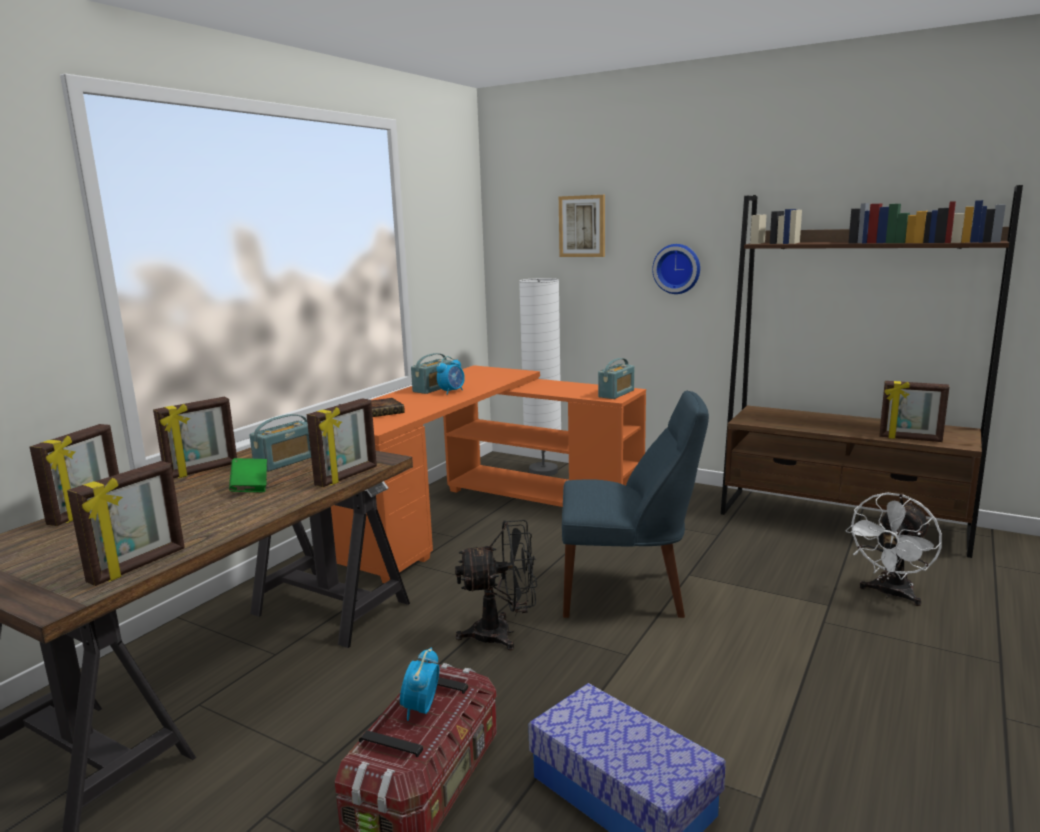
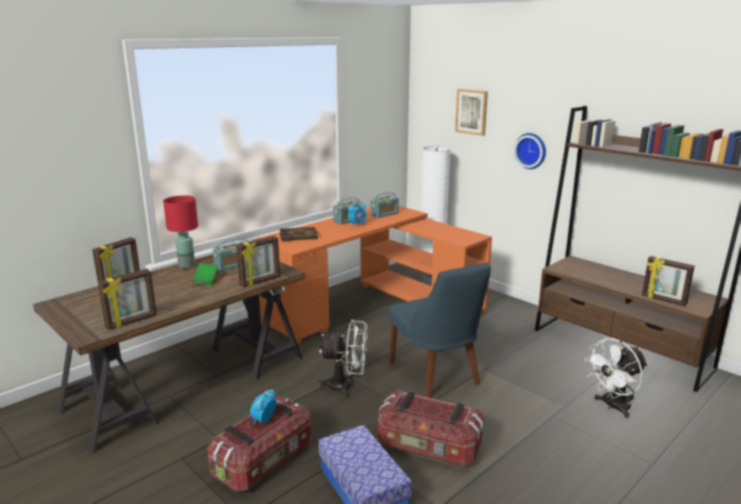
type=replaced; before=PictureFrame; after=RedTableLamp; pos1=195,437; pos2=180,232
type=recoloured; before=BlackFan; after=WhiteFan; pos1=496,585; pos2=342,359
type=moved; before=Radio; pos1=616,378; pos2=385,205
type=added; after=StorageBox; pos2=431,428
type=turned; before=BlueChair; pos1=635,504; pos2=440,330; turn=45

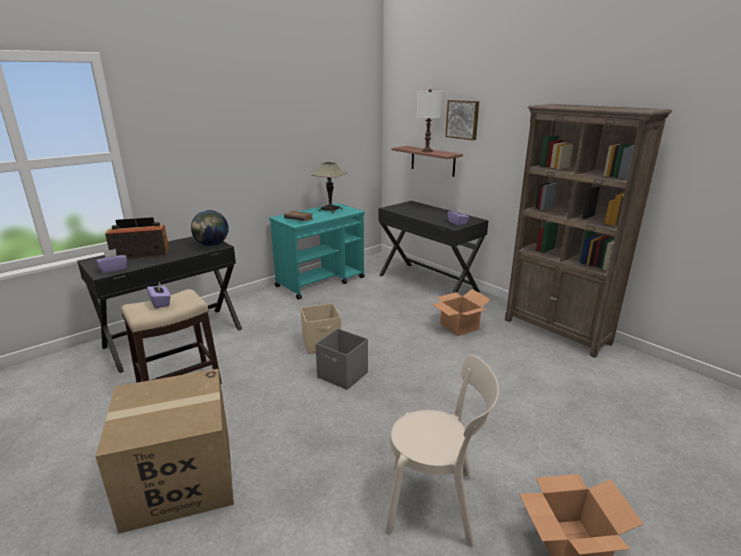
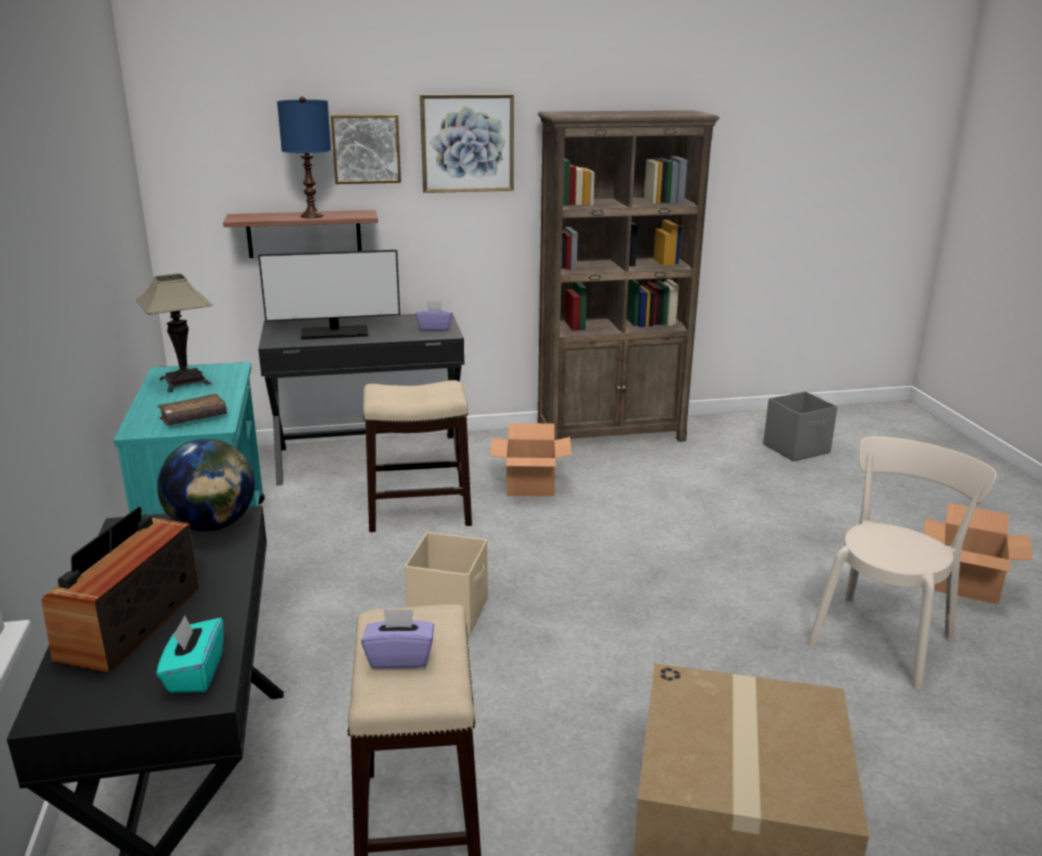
type=recoloured; before=PurpleTissueBox; after=TurquoiseTissueBox; pos1=112,261; pos2=189,654
type=added; after=Monitor; pos2=329,295
type=recoloured; before=WhiteTableLamp; after=BlueTableLamp; pos1=429,120; pos2=304,157
type=added; after=Stool; pos2=417,456
type=added; after=Picture; pos2=467,143
type=moved; before=GreyStorageBox; pos1=341,359; pos2=800,426

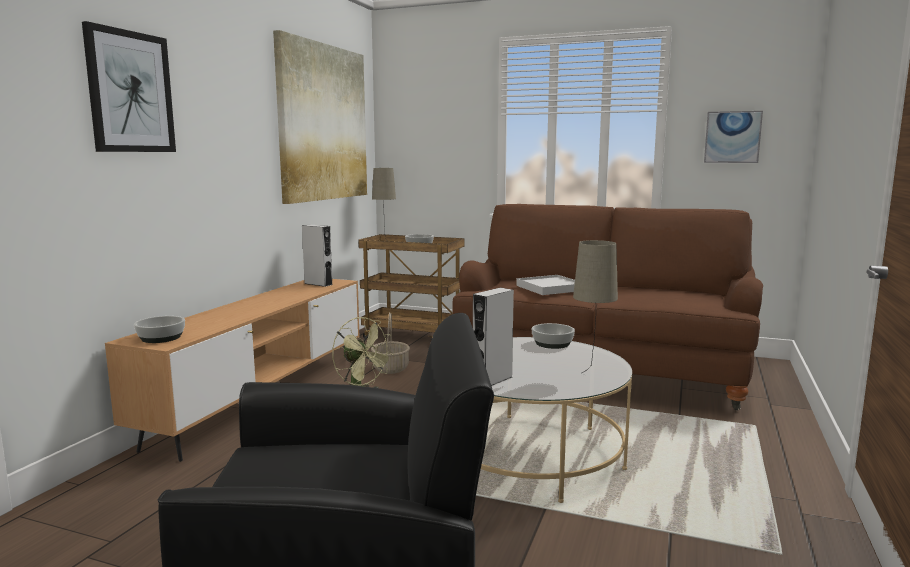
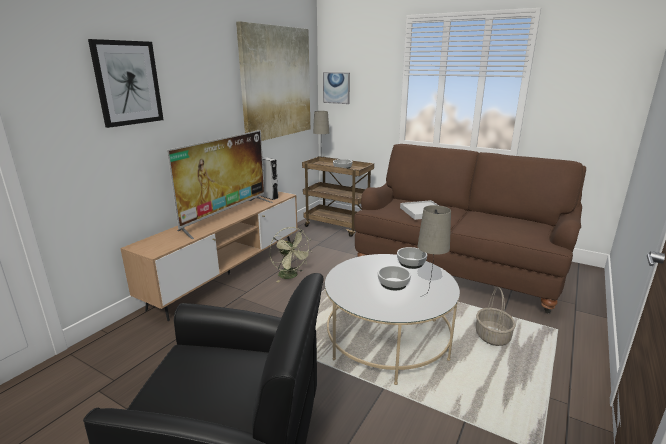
type=added; after=Television; pos2=220,184
type=moved; before=Picture; pos1=733,137; pos2=336,88
type=moved; before=Bowl; pos1=159,329; pos2=394,278
type=moved; before=Basket; pos1=390,343; pos2=496,316
type=removed; before=GreySpeaker; pos1=493,336

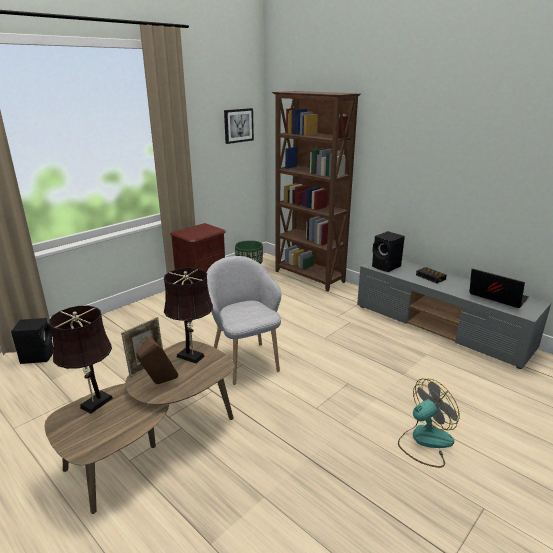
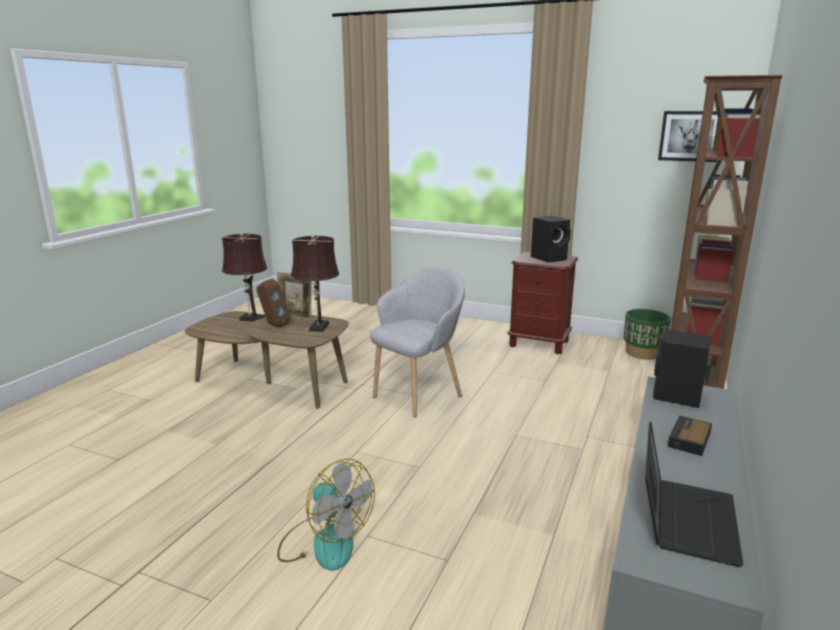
type=moved; before=BlackSpeaker; pos1=32,341; pos2=551,239

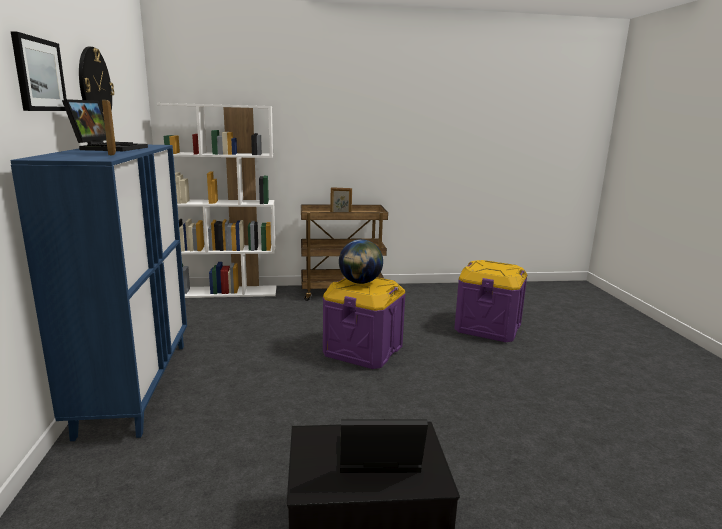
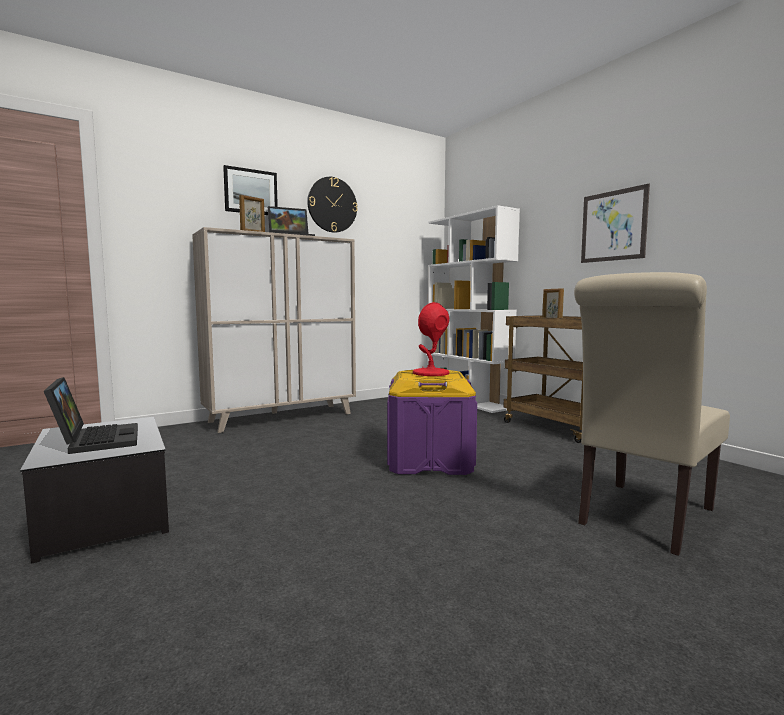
type=recoloured; before=BlueCabinet; after=BeigeCabinet; pos1=98,293; pos2=274,330
type=replaced; before=Globe; after=RedTableLamp; pos1=361,261; pos2=431,339
type=replaced; before=PurpleStorageBox; after=BeigeChair; pos1=490,301; pos2=652,414
type=added; after=Picture; pos2=615,223

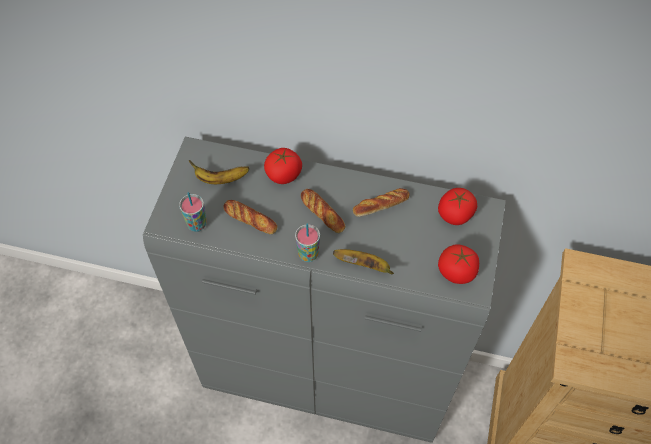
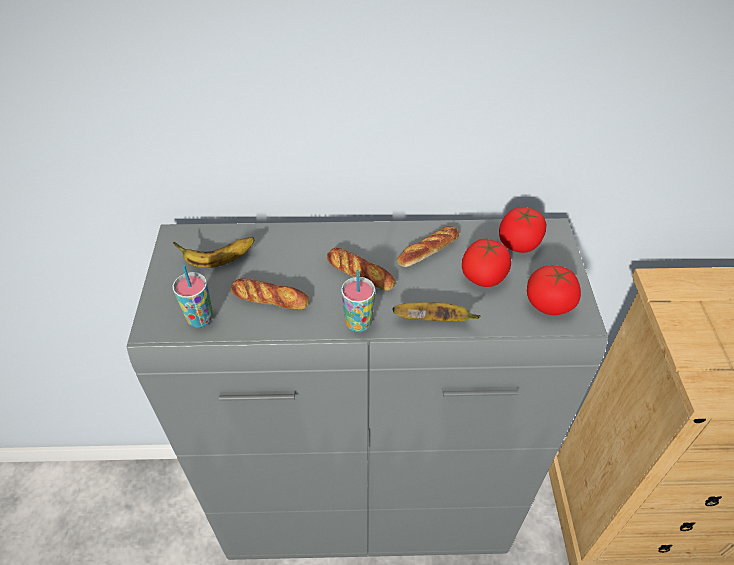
type=moved; before=Tomato; pos1=283,166; pos2=486,263

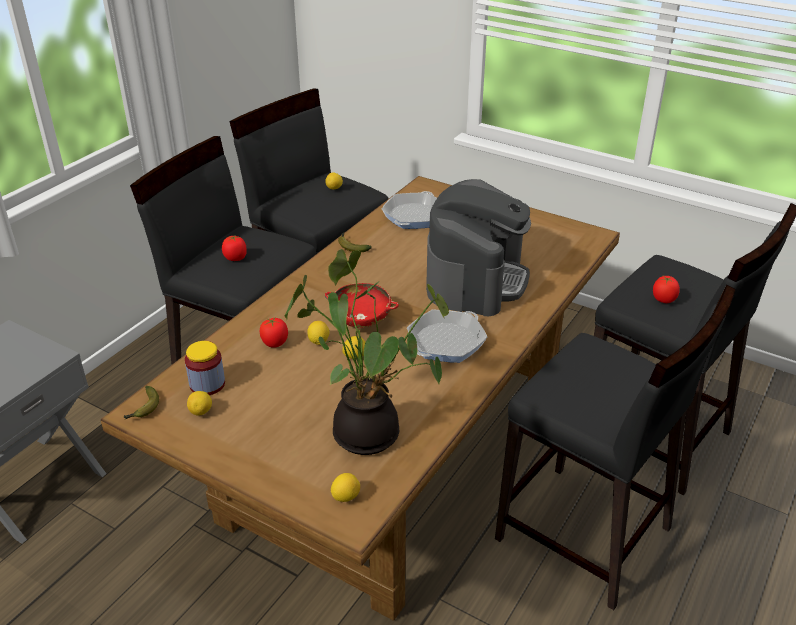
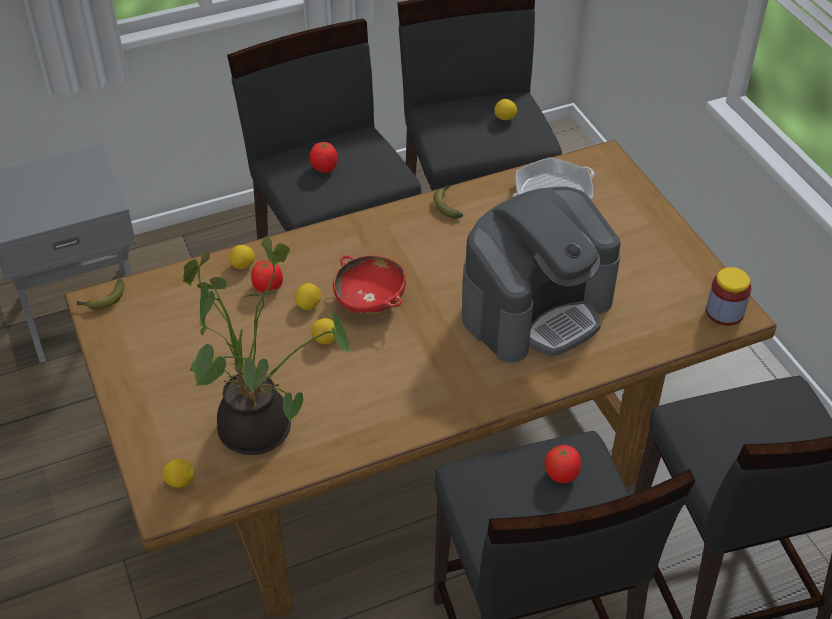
type=moved; before=Lemon; pos1=199,403; pos2=242,257
type=moved; before=Tomato; pos1=666,289; pos2=563,464
type=moved; before=Jar; pos1=205,368; pos2=728,296
type=removed; before=FryingPan; pos1=447,336

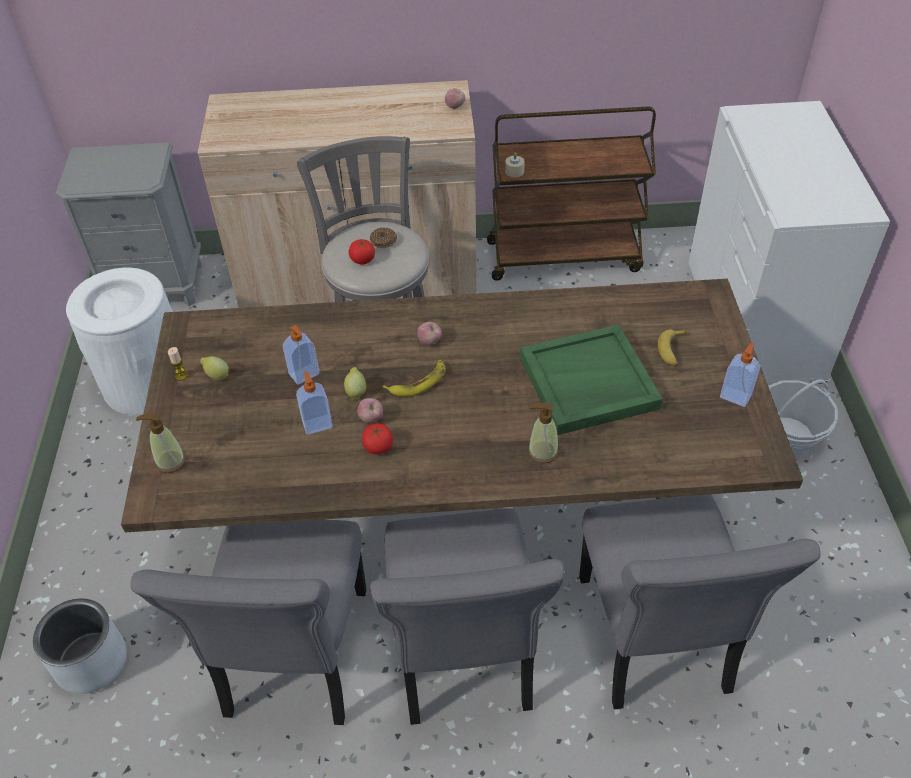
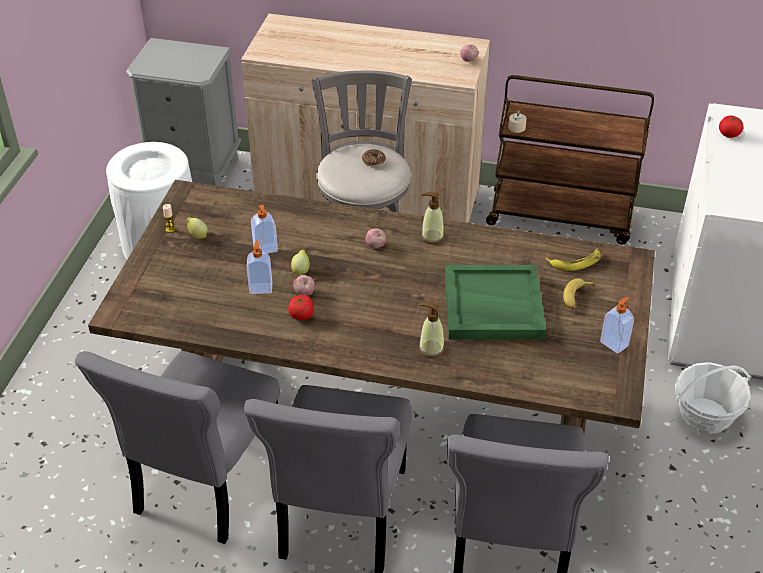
type=moved; before=SoapDispenser; pos1=161,443; pos2=432,218
type=moved; before=Banana; pos1=414,378; pos2=573,260
type=moved; before=Tomato; pos1=362,252; pos2=731,127
type=removed; before=GreyPlanter; pos1=80,646

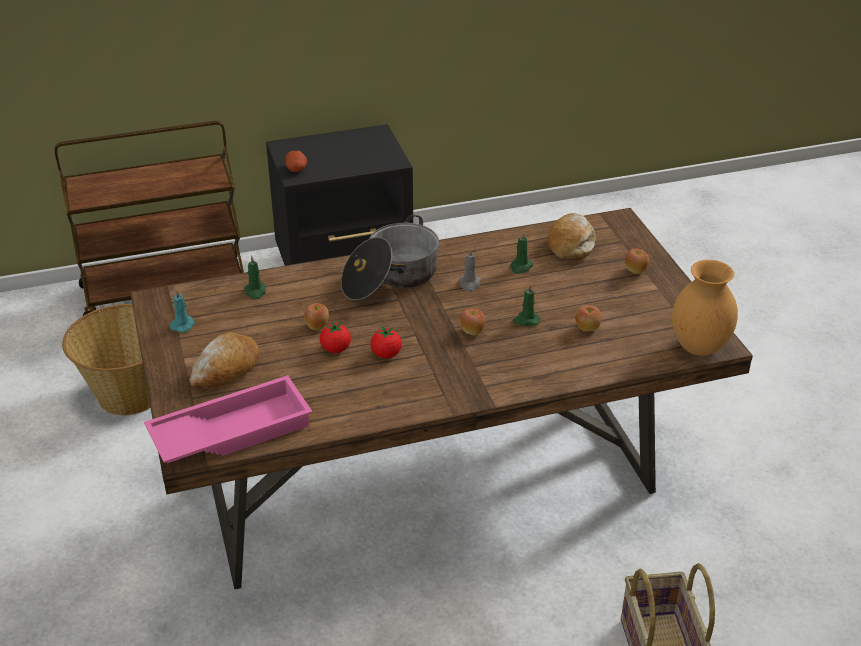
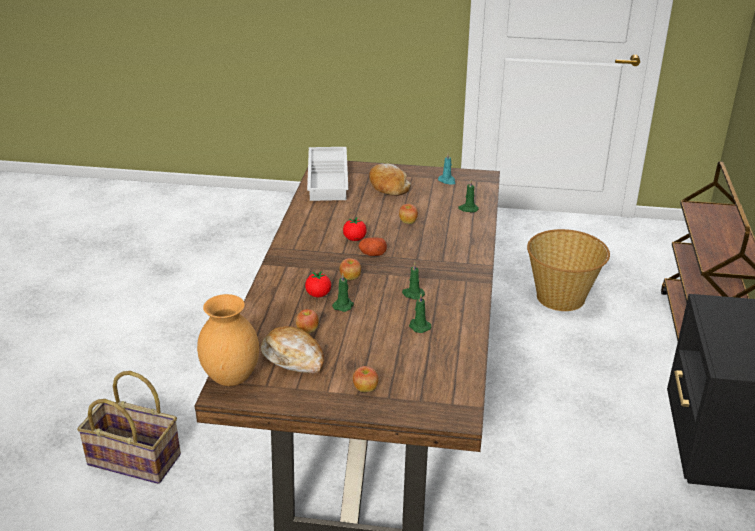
type=moved; before=Bread; pos1=571,237; pos2=292,349
type=moved; before=Tomato; pos1=335,337; pos2=318,284
type=recoloured; before=PinkTray; after=WhiteTray; pos1=228,419; pos2=327,174
type=moved; before=Potato; pos1=296,161; pos2=373,246
type=recoloured; before=GreyCandle; after=GreenCandle; pos1=470,270; pos2=413,281
type=removed; before=CookingPot; pos1=390,257

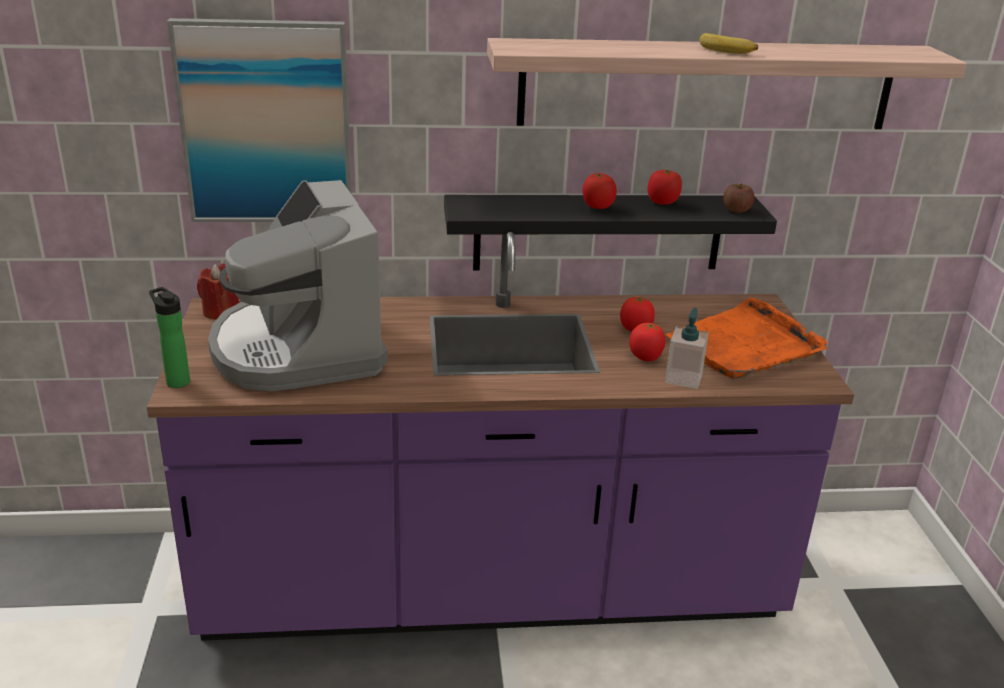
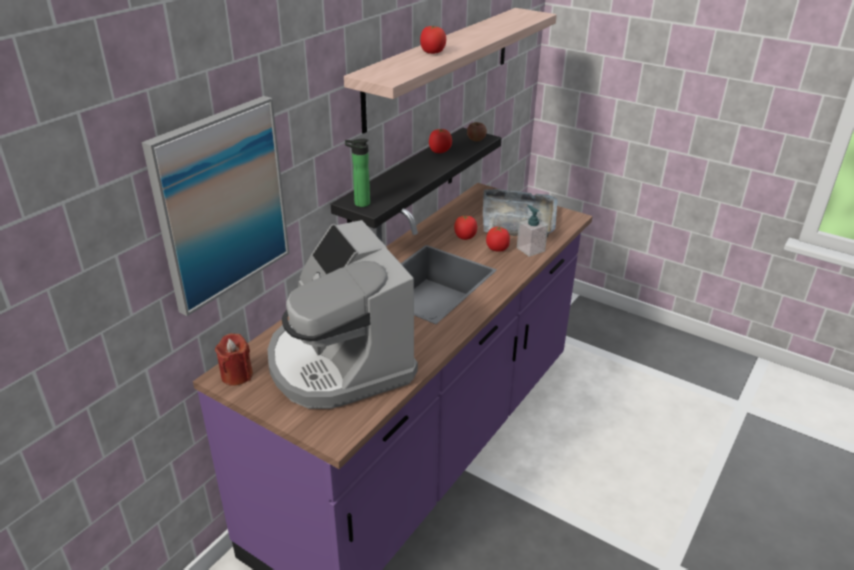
type=turned; before=CoffeeMachine; pos1=298,285; pos2=342,314; turn=45
type=moved; before=Bottle; pos1=169,337; pos2=357,172
type=moved; before=Tomato; pos1=600,191; pos2=433,40
type=recoloured; before=OrangeTray; after=GreyTray; pos1=746,338; pos2=520,213
type=removed; before=Banana; pos1=728,43

